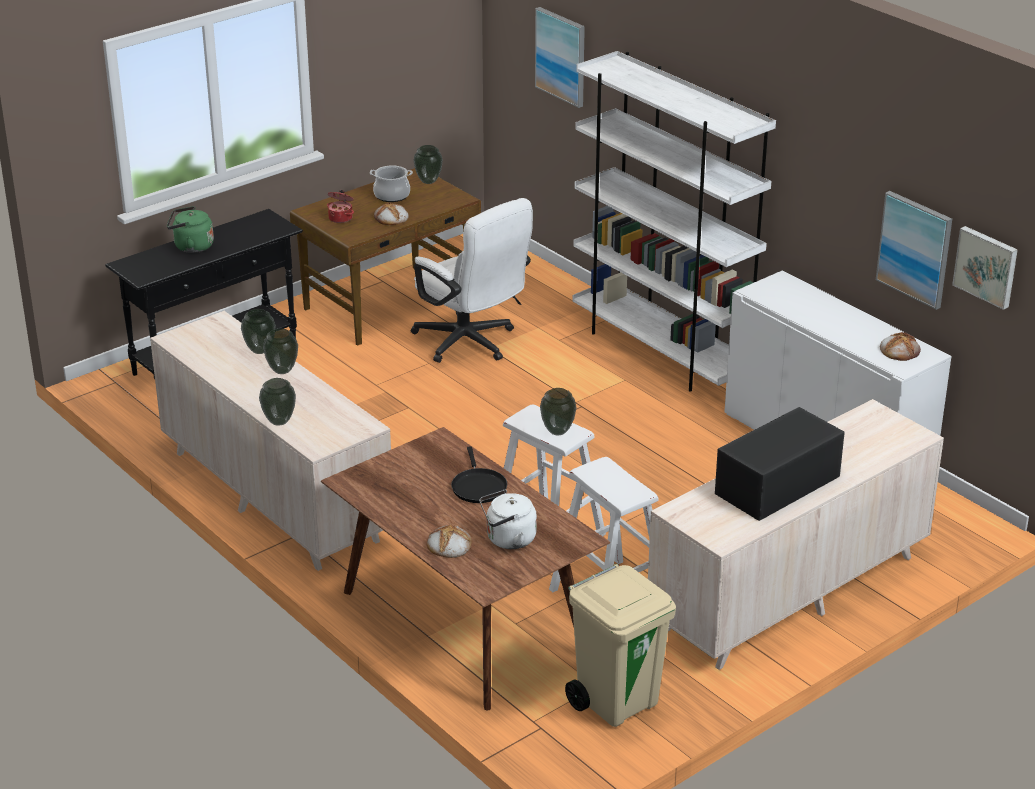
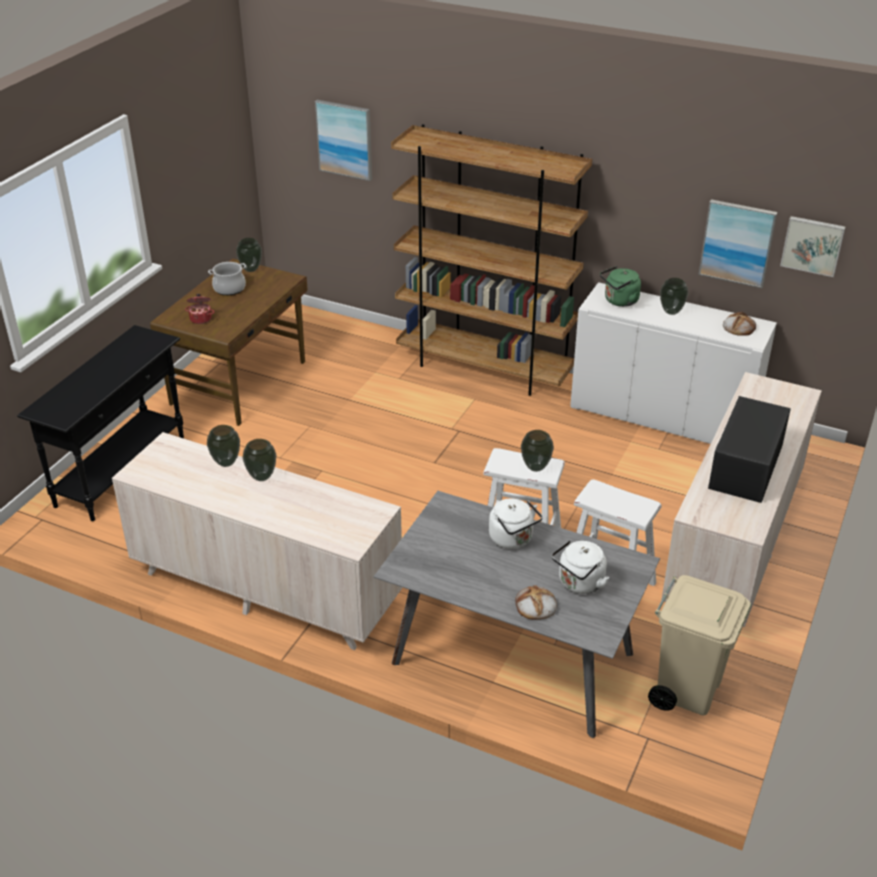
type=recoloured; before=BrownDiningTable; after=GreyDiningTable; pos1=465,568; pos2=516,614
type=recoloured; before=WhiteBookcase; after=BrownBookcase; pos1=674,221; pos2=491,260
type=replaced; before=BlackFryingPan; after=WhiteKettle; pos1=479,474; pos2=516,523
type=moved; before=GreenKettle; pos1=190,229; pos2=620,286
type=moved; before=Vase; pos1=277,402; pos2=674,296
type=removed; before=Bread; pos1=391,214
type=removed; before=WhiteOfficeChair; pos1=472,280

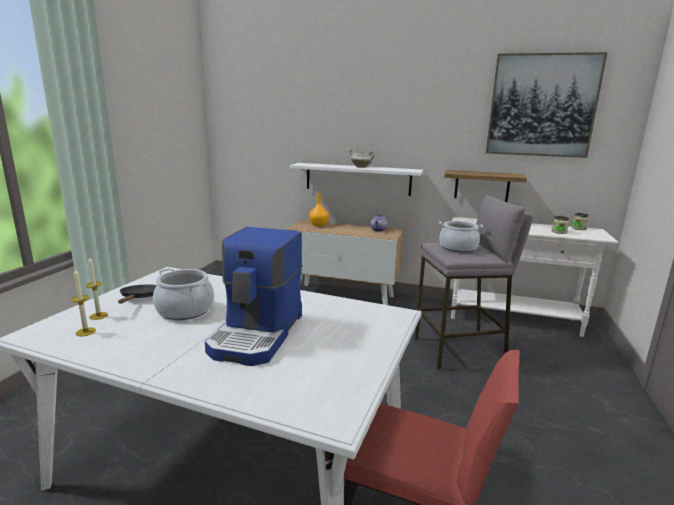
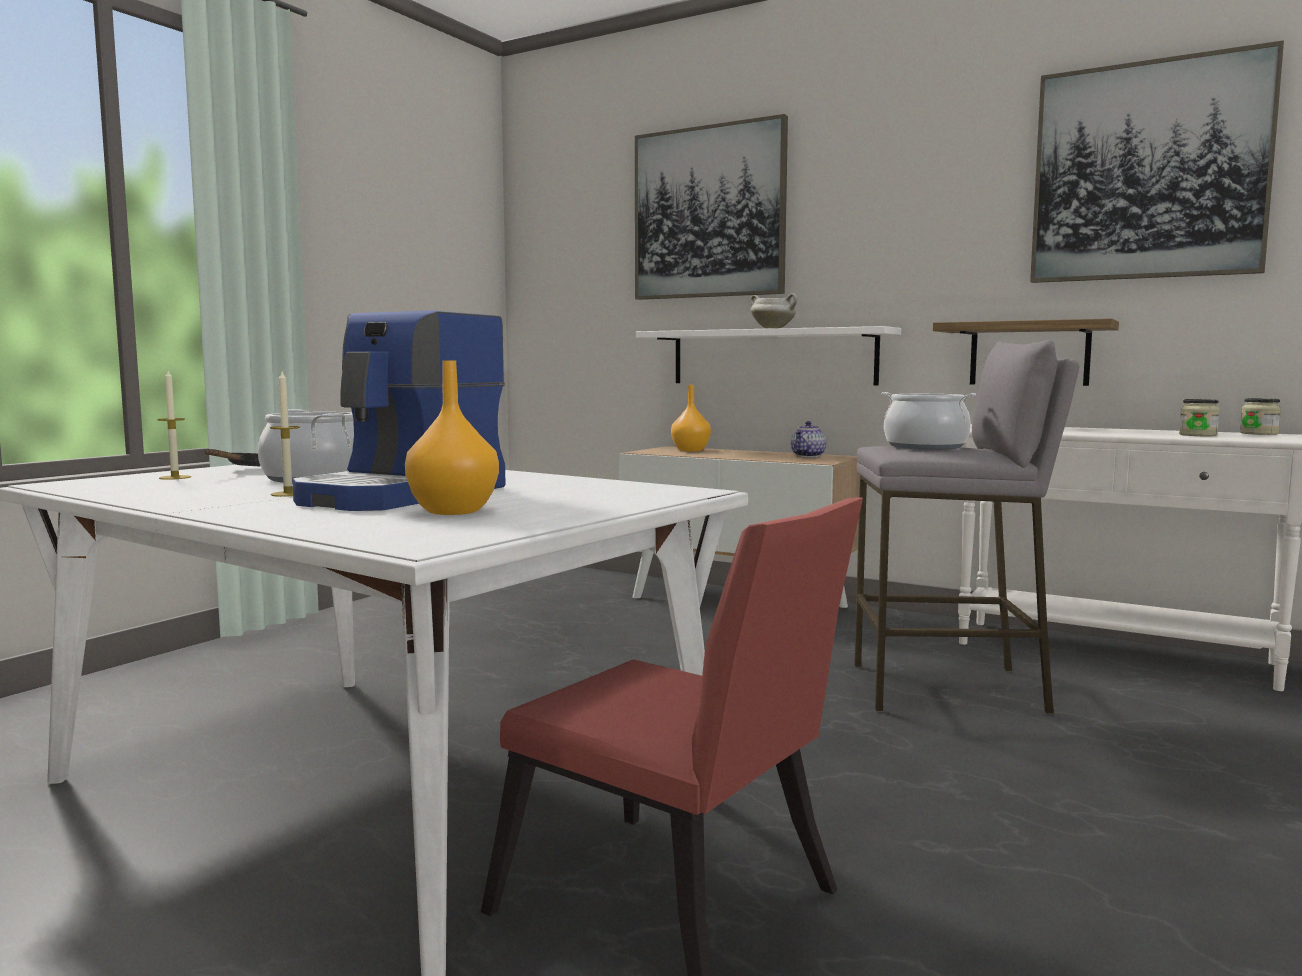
type=moved; before=Candle; pos1=83,302; pos2=285,434
type=added; after=OrangeVase; pos2=452,437
type=added; after=Picture; pos2=711,207

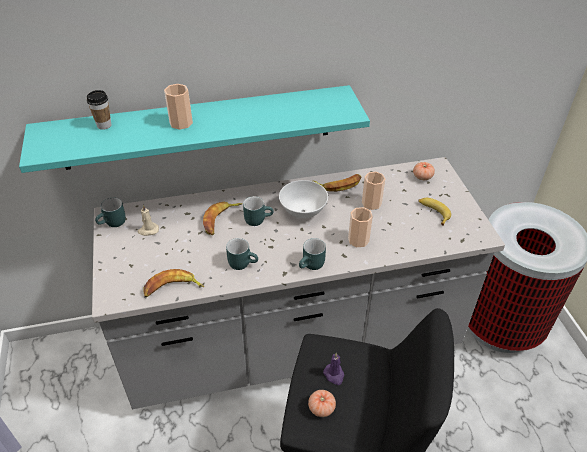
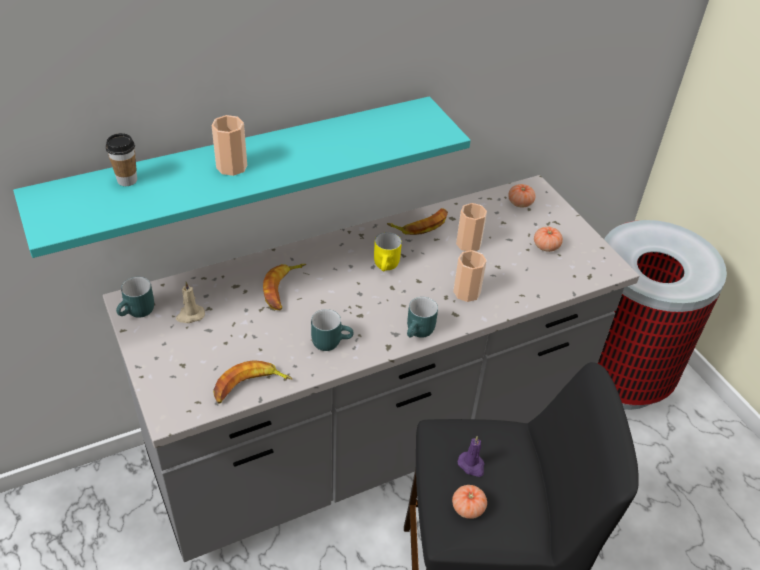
type=replaced; before=WhiteBowl; after=YellowMug; pos1=303,199; pos2=388,251
type=replaced; before=Banana; after=Tomato; pos1=435,212; pos2=548,239
type=removed; before=TurquoiseMug; pos1=258,211

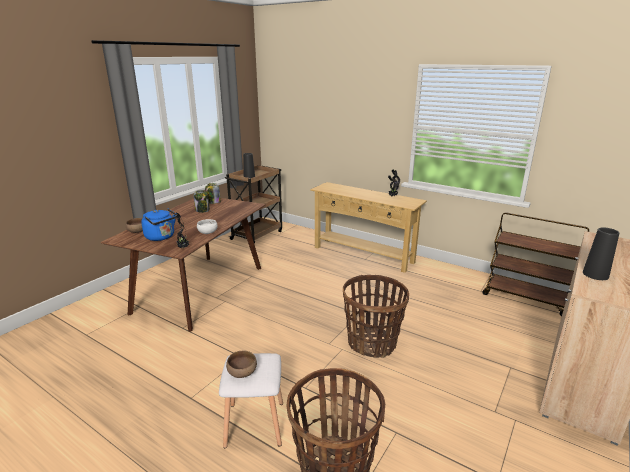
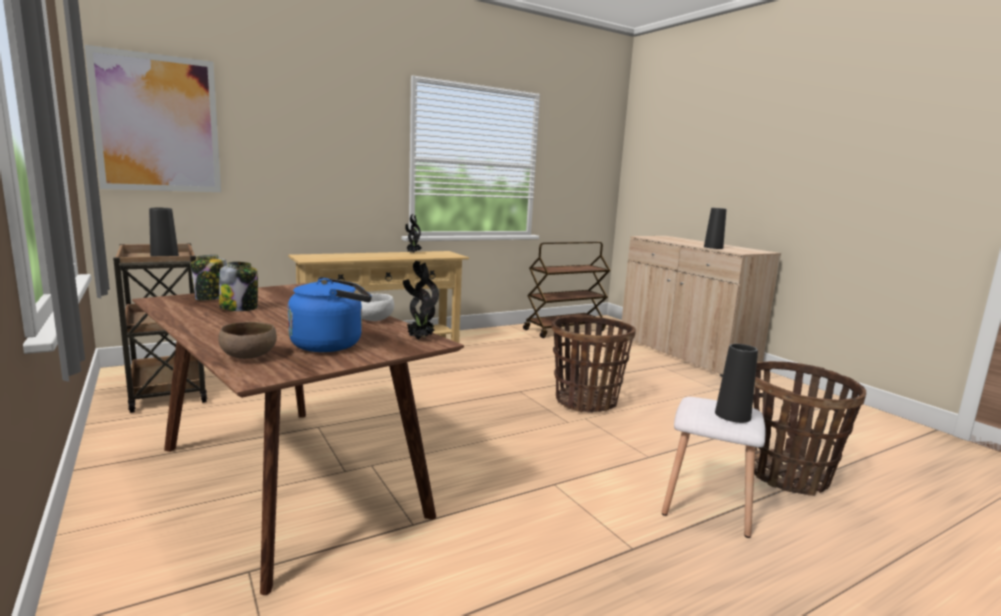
type=added; after=Picture; pos2=153,118
type=replaced; before=BrownBowl; after=BlackVase; pos1=241,364; pos2=736,383

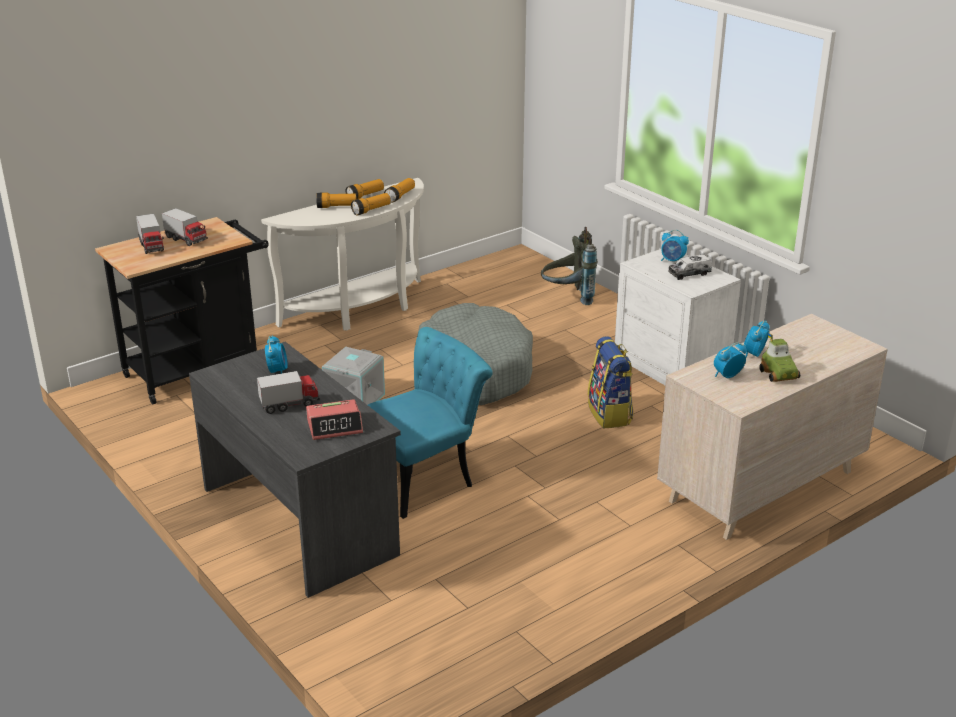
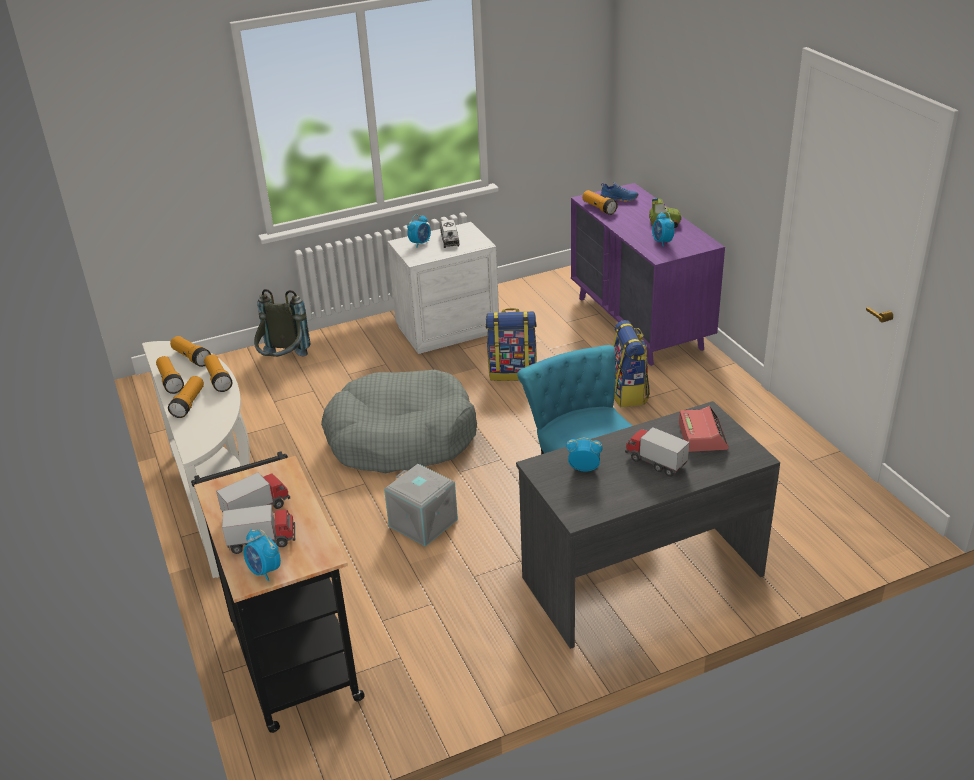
type=moved; before=AlarmClock; pos1=757,339; pos2=262,555
type=recoloured; before=BeigeDresser; after=PurpleDresser; pos1=772,427; pos2=648,274
type=added; after=Flashlight; pos2=600,202
type=added; after=BlueShoe; pos2=619,192
type=added; after=Backpack; pos2=631,363
type=turned; before=ToyTruck; pos1=288,392; pos2=657,452; turn=-45

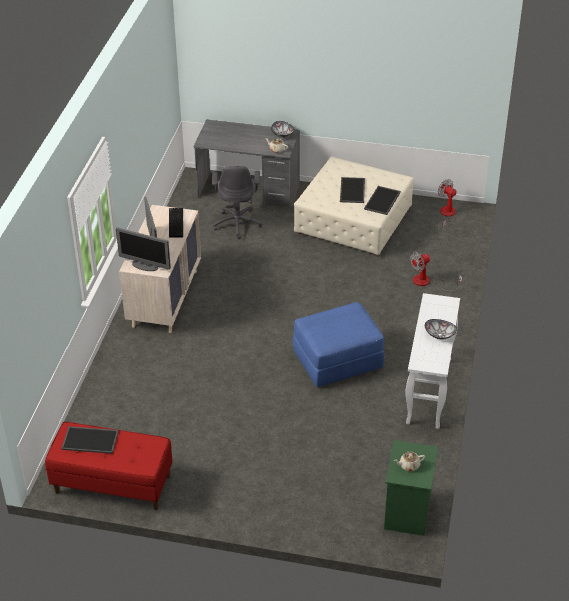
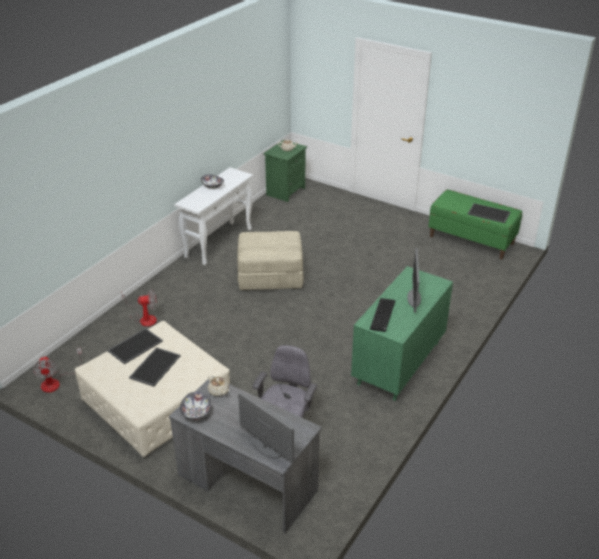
type=recoloured; before=BlueOttoman; after=BeigeOttoman; pos1=339,344; pos2=270,260
type=moved; before=Monitor; pos1=143,249; pos2=266,427
type=recoloured; before=BeigeDresser; after=GreenDresser; pos1=160,269; pos2=402,333
type=recoloured; before=RedBench; after=GreenBench; pos1=109,466; pos2=475,224

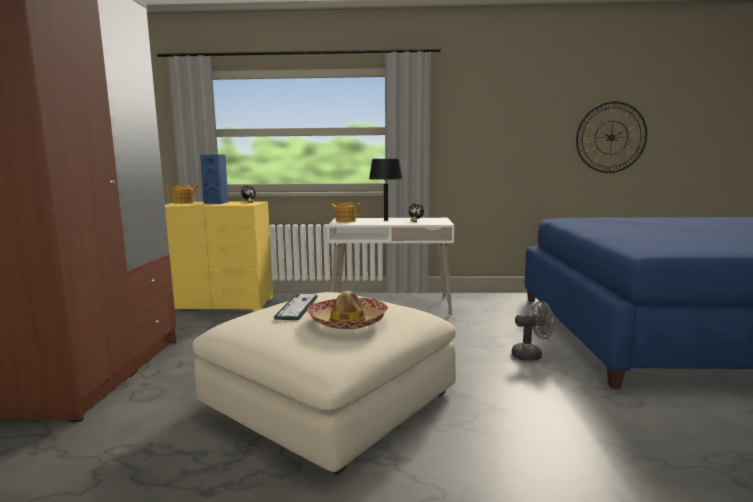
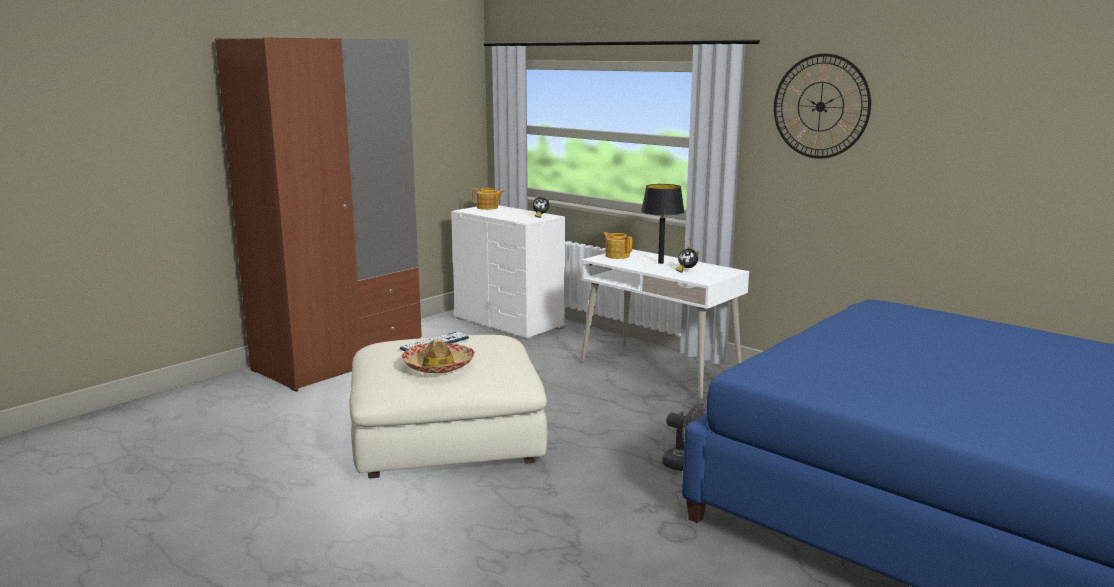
type=recoloured; before=YellowDresser; after=WhiteDresser; pos1=219,256; pos2=508,272
type=moved; before=WallClock; pos1=611,137; pos2=822,106
type=removed; before=BlueSpeaker; pos1=214,179

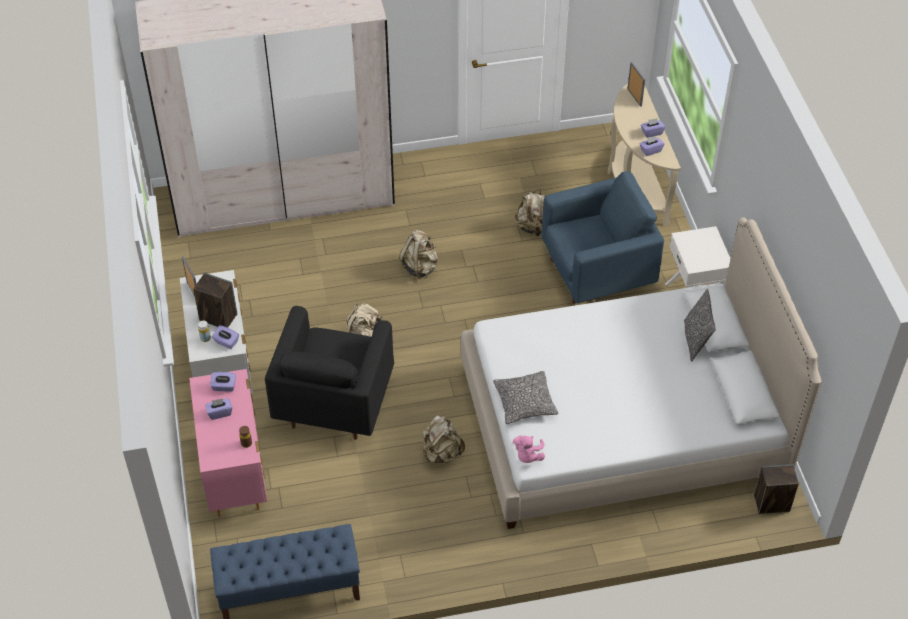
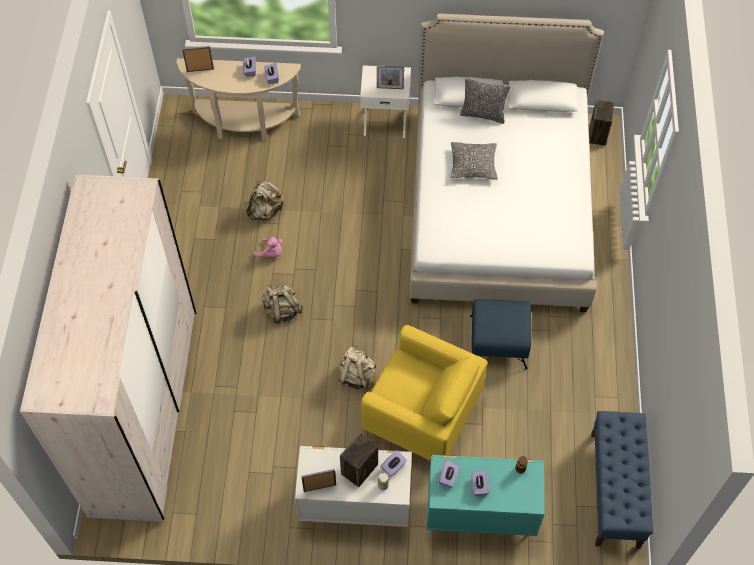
type=moved; before=PinkPlushToy; pos1=529,449; pos2=268,246
type=recoloured; before=BlackArmchair; after=YellowArmchair; pos1=329,373; pos2=424,393
type=added; after=PictureFrame; pos2=390,77
type=recoloured; before=PinkDresser; after=TurquoiseDresser; pos1=228,443; pos2=486,496
type=moved; before=Pillow; pos1=526,397; pos2=474,161
type=replaced; before=BeigeBackpack; after=BlueOttoman; pos1=443,439; pos2=500,334
type=removed; before=BlueArmchair; pos1=603,237

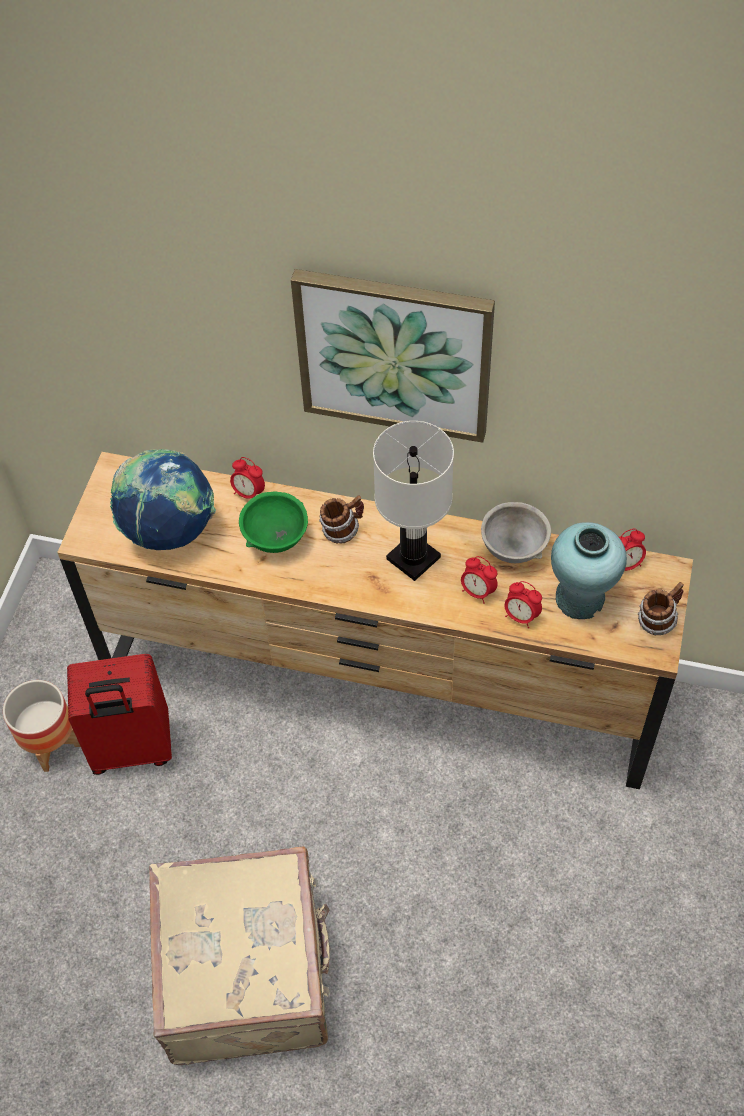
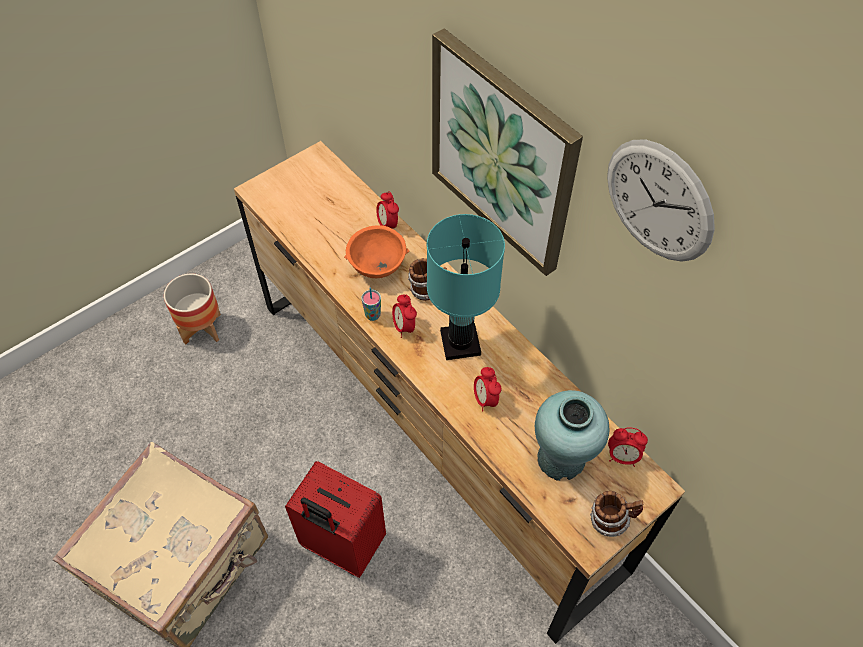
type=moved; before=RedSuitcase; pos1=119,714; pos2=335,519
type=recoloured; before=GreenBowl; after=OrangeBowl; pos1=273,522; pos2=376,251
type=added; after=Cup; pos2=371,304
type=moved; before=AlarmClock; pos1=523,604; pos2=404,316
type=recoloured; before=WhiteTableLamp; after=TurquoiseTableLamp; pos1=413,501; pos2=466,287
type=added; after=WallClock; pos2=661,201
type=removed; before=Globe; pos1=163,499
type=removed; before=GreyBowl; pos1=516,532

